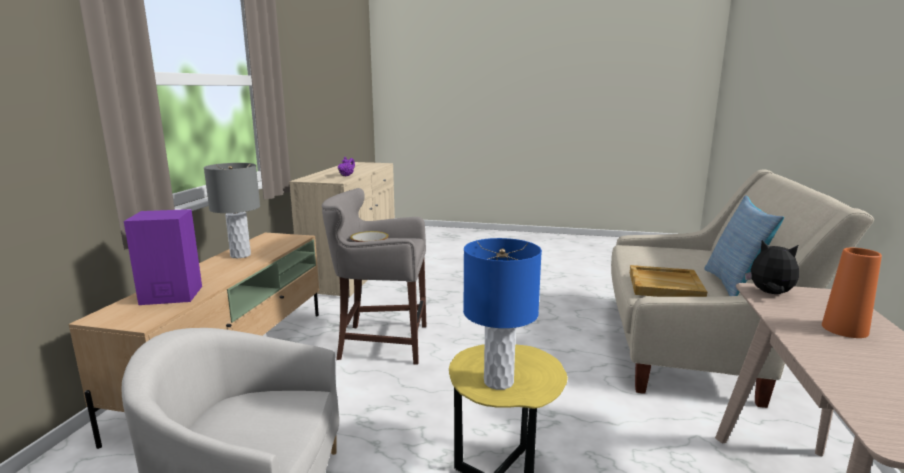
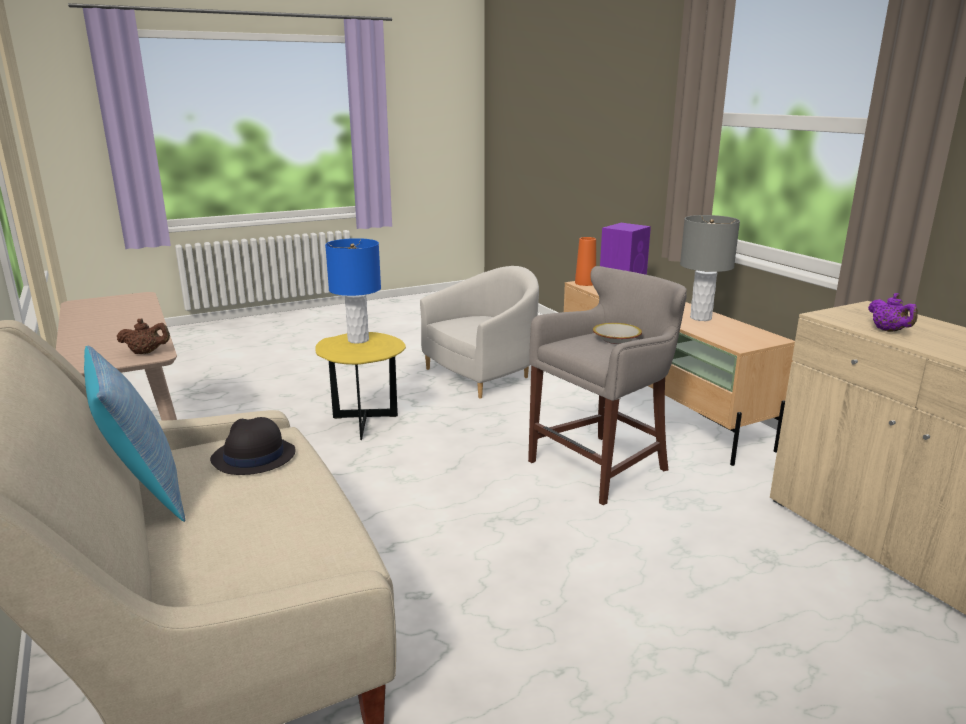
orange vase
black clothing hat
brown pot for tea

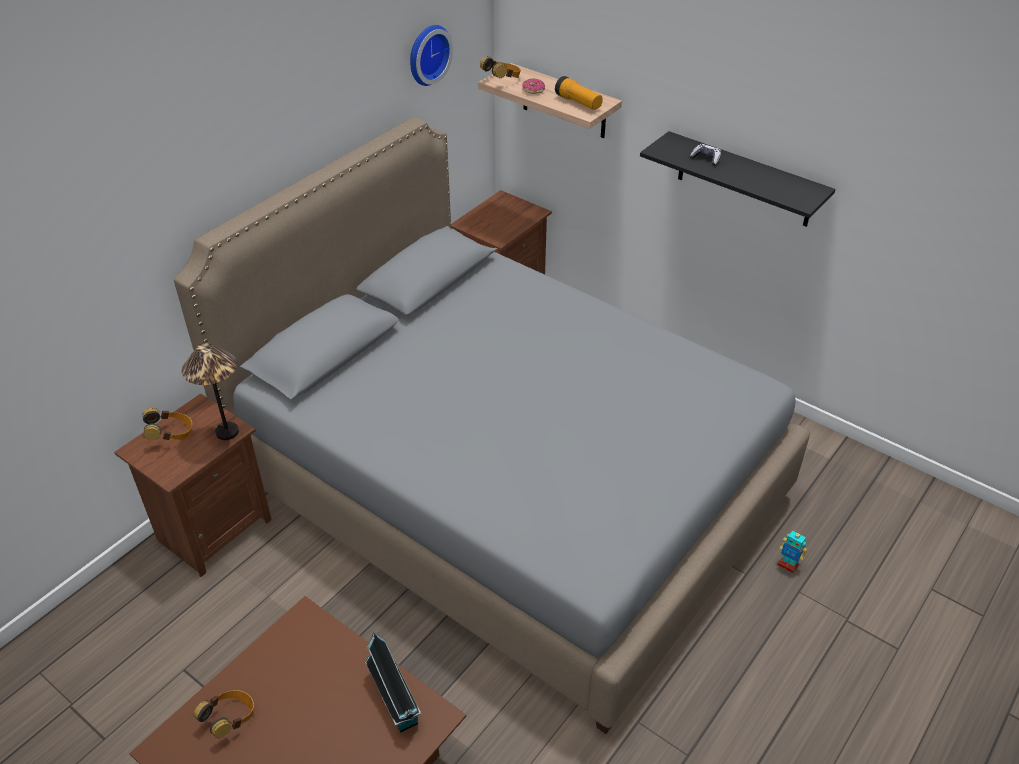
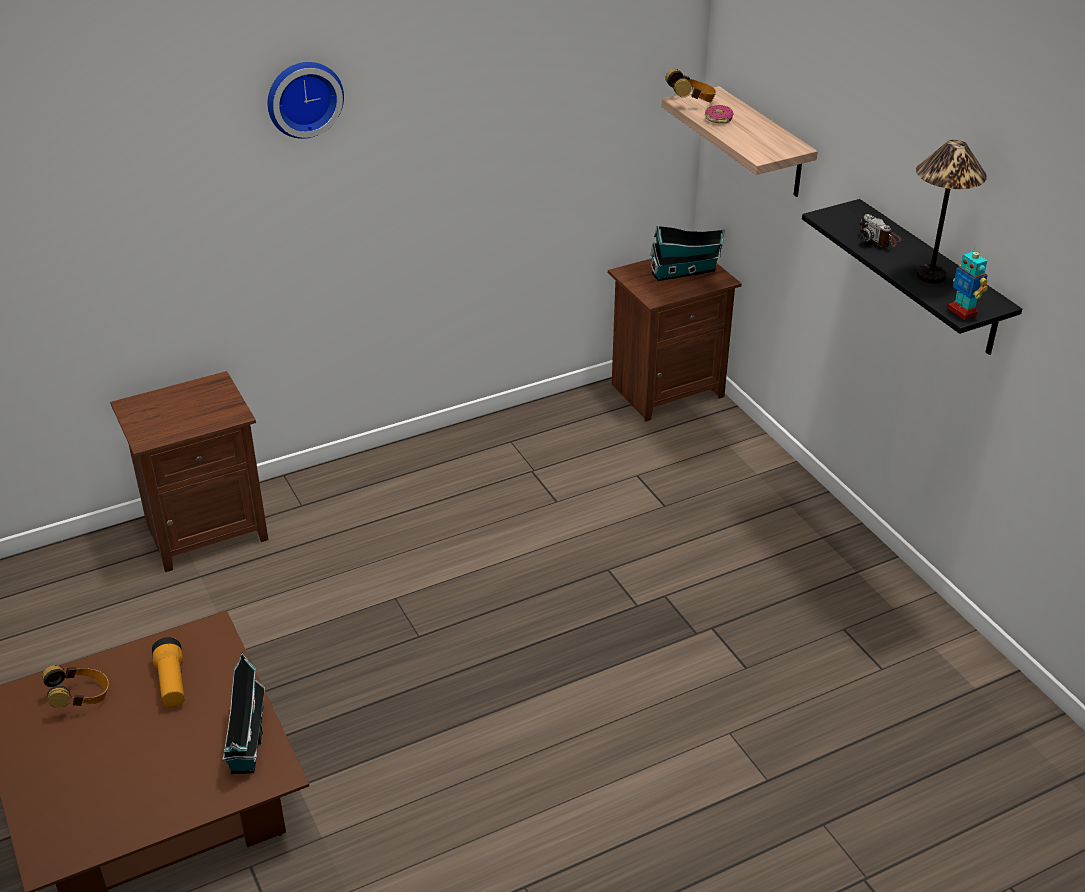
headset (1st from left in the first image)
gray bed
toy house (2nd from left)
lamp for a table
wall clock
hand torch
robot figure
photo camera

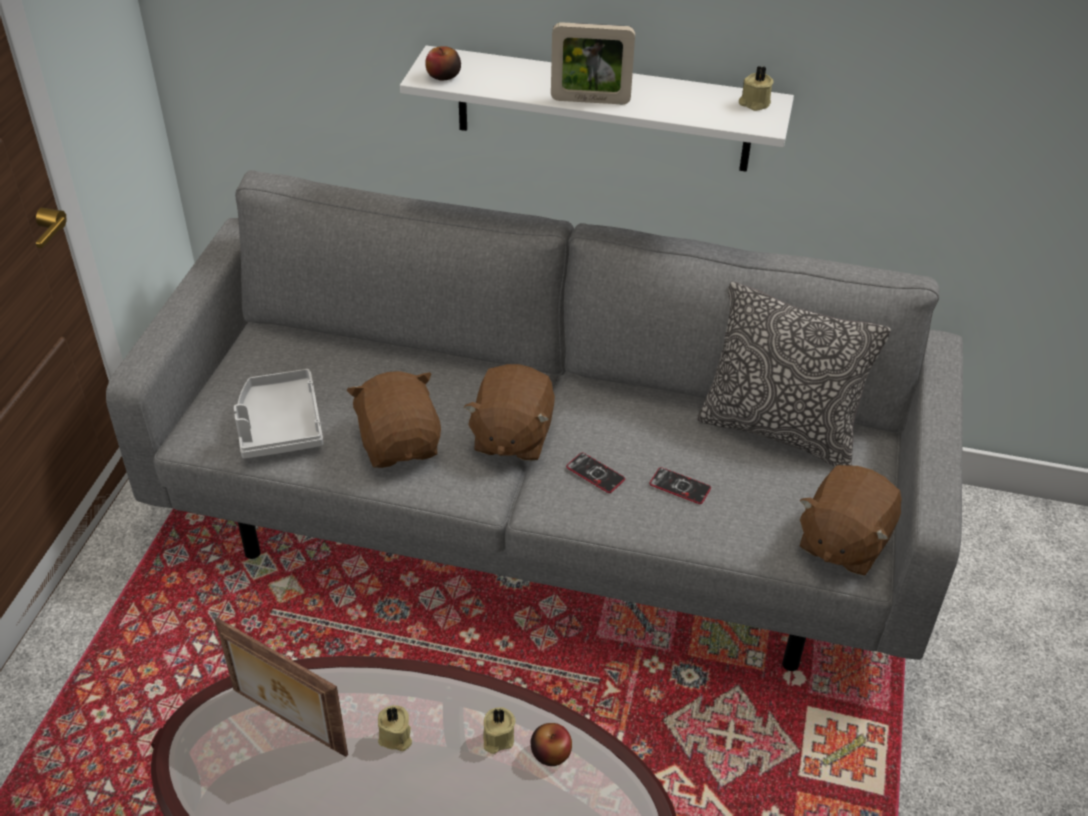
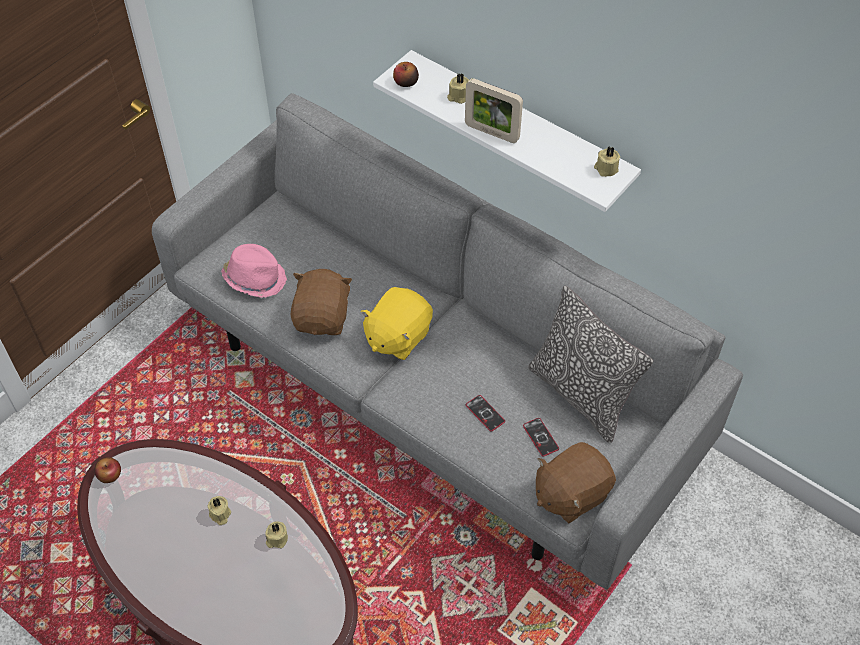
standing frame (1st from left in the first image)
beige candle (3rd from left)
apple fruit (1st from left)
telephone (2nd from left)
pink clothing hat
yellow-coloured soft toy

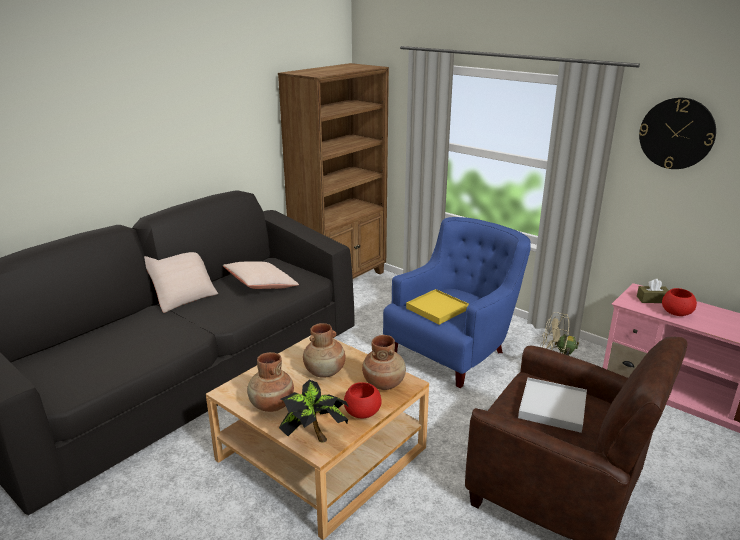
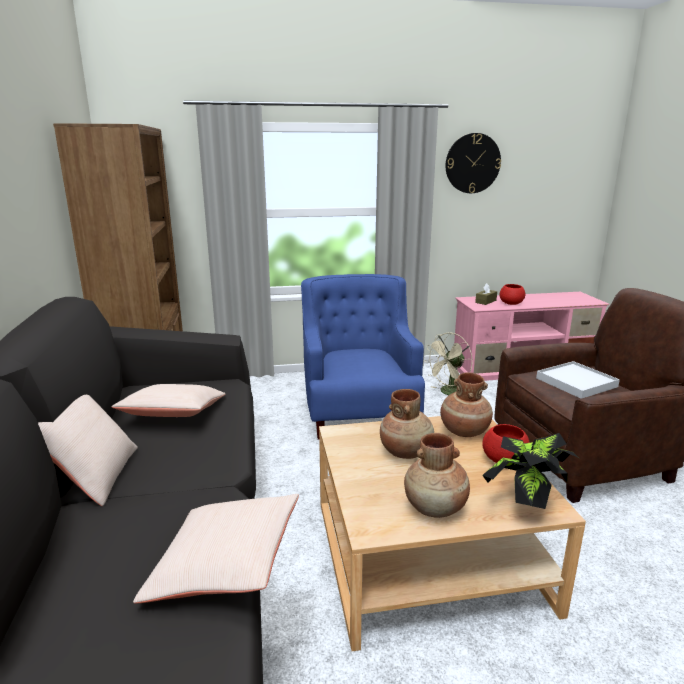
yellow-coloured serving tray
beige throw pillow (3rd from left)

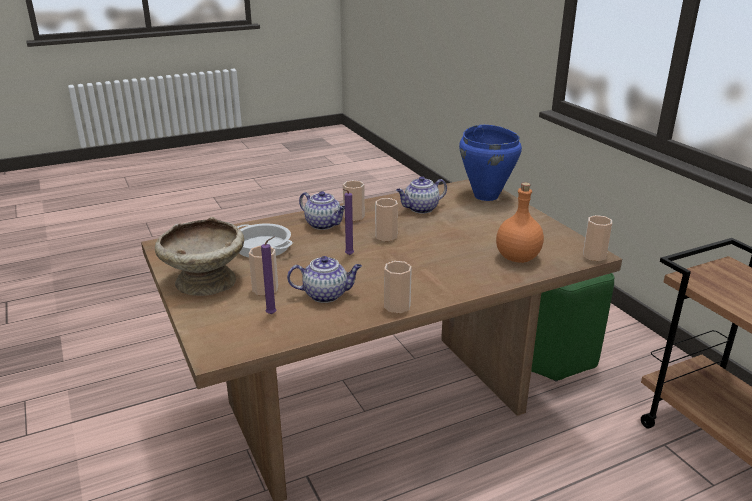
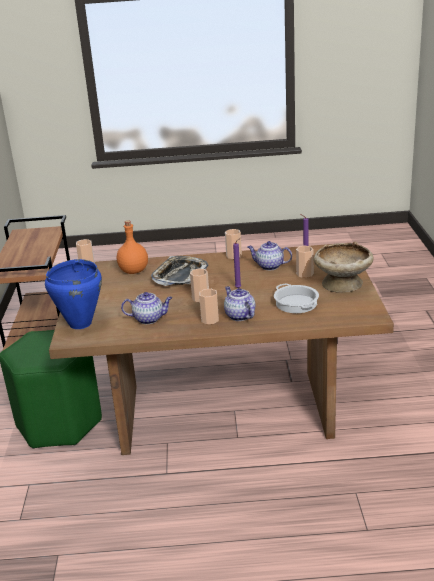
serving tray

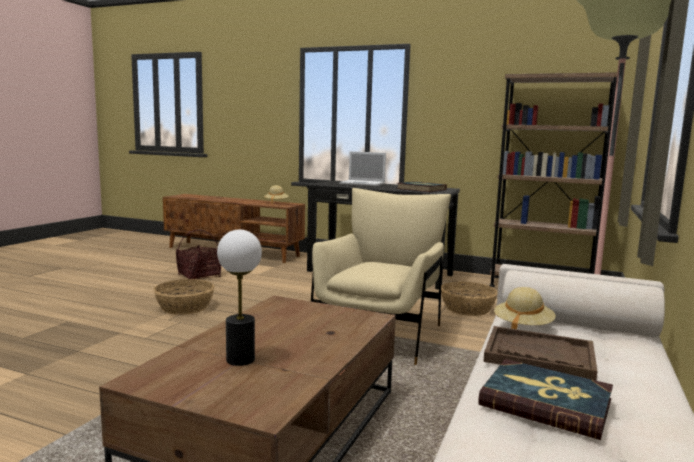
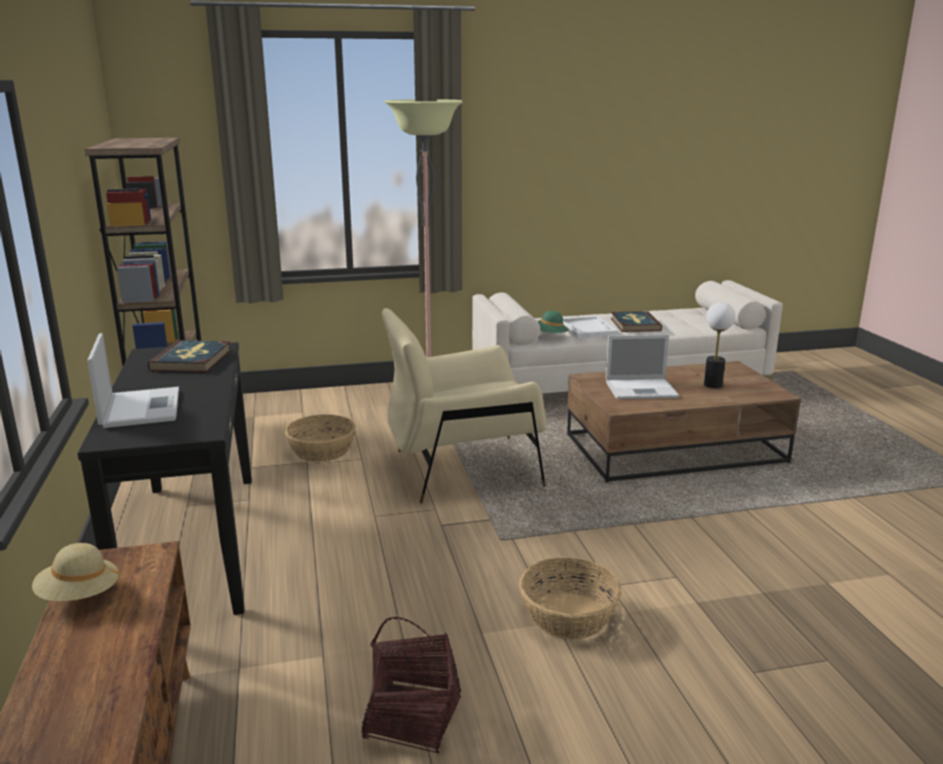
laptop (2nd from left)
white serving tray
greenish clothing hat

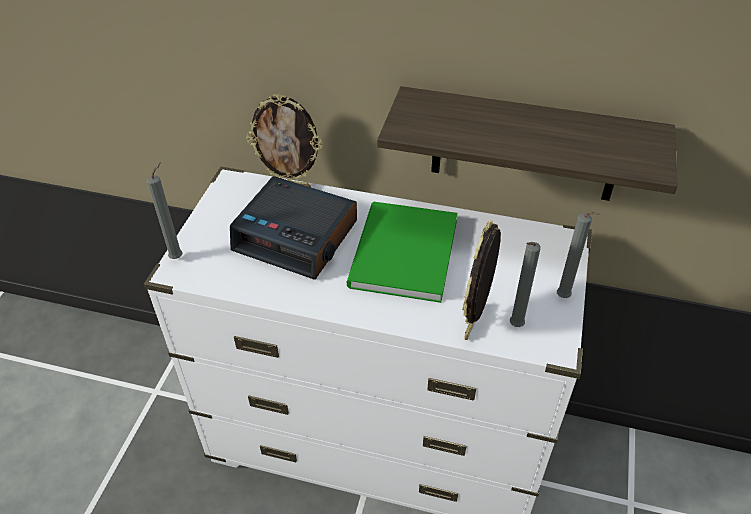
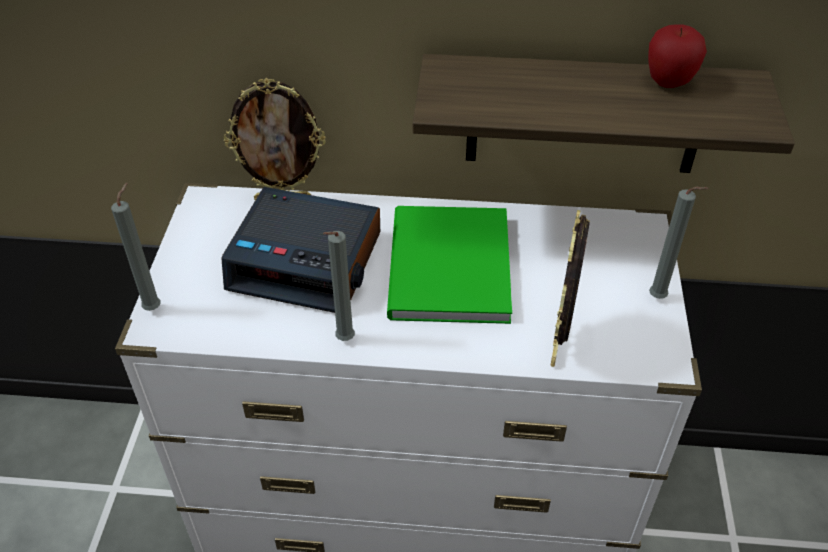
apple fruit
gray candle (2nd from left)

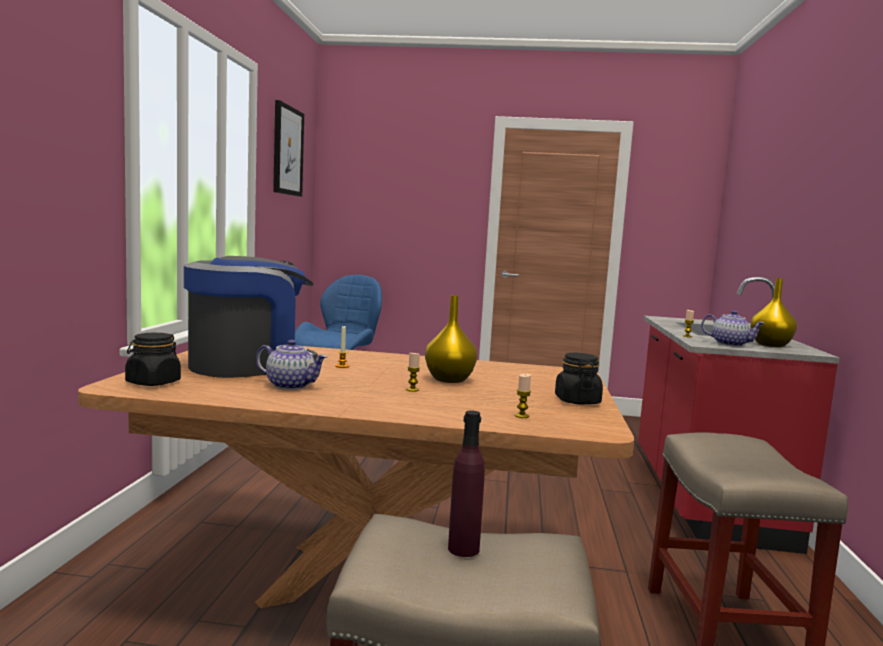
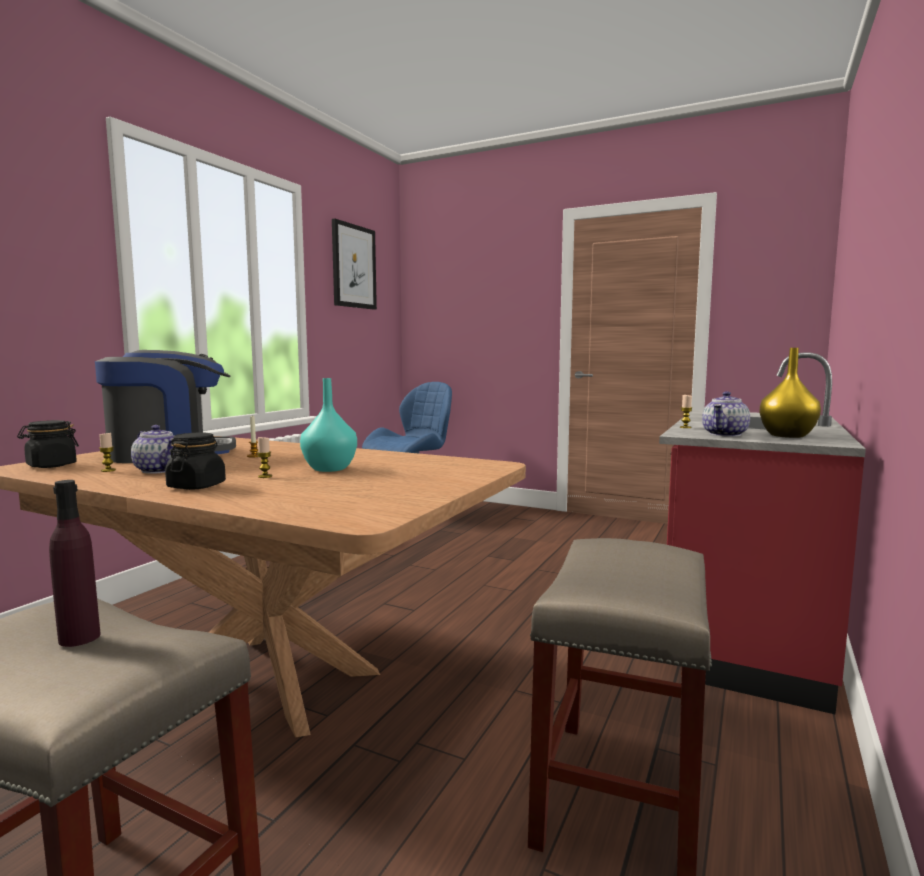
candle (1st from left)
black preserve jar (2nd from left)
turquoise vase
pot for tea (2nd from left)

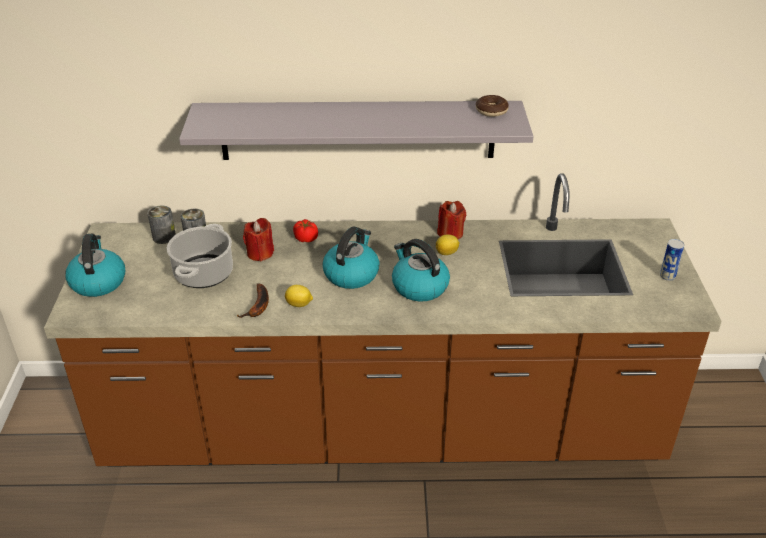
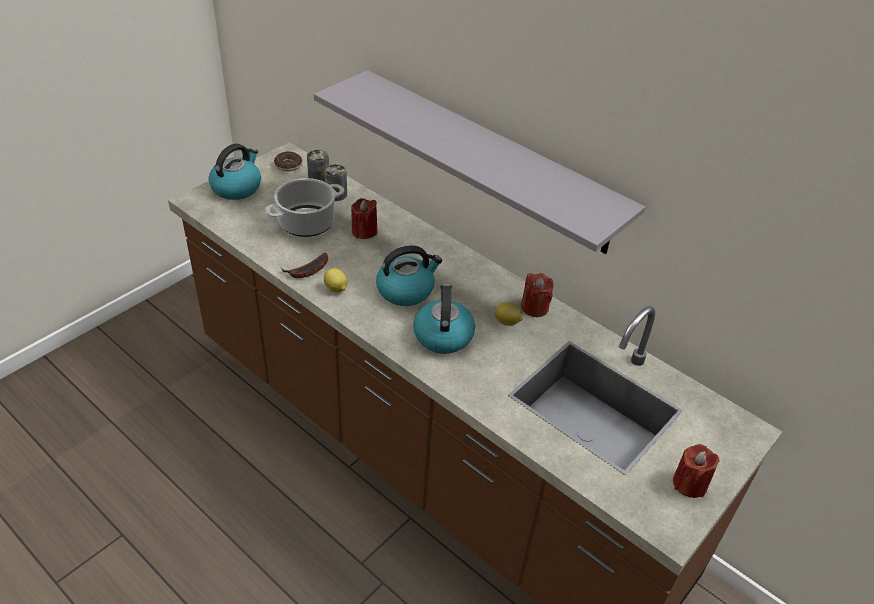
fresh tomato
ring doughnut
reddish candle (3rd from left)

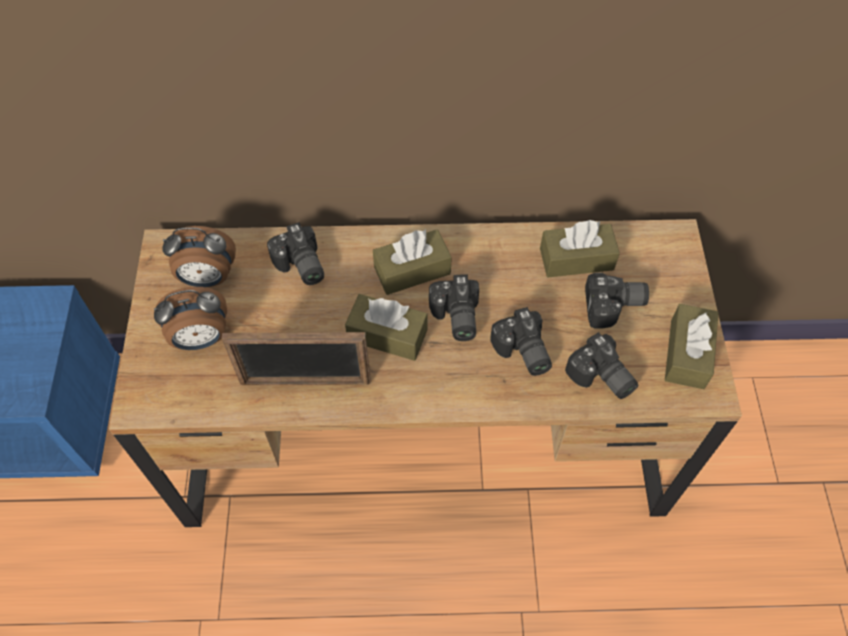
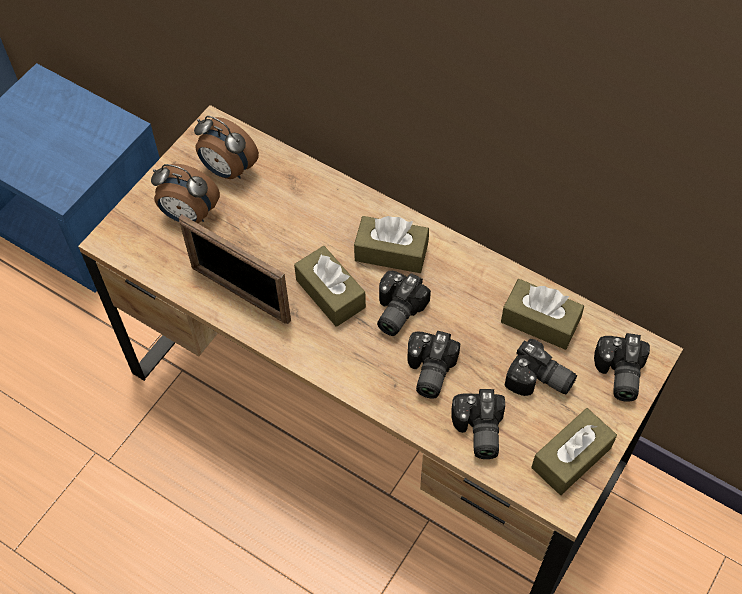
photo camera (5th from left)

